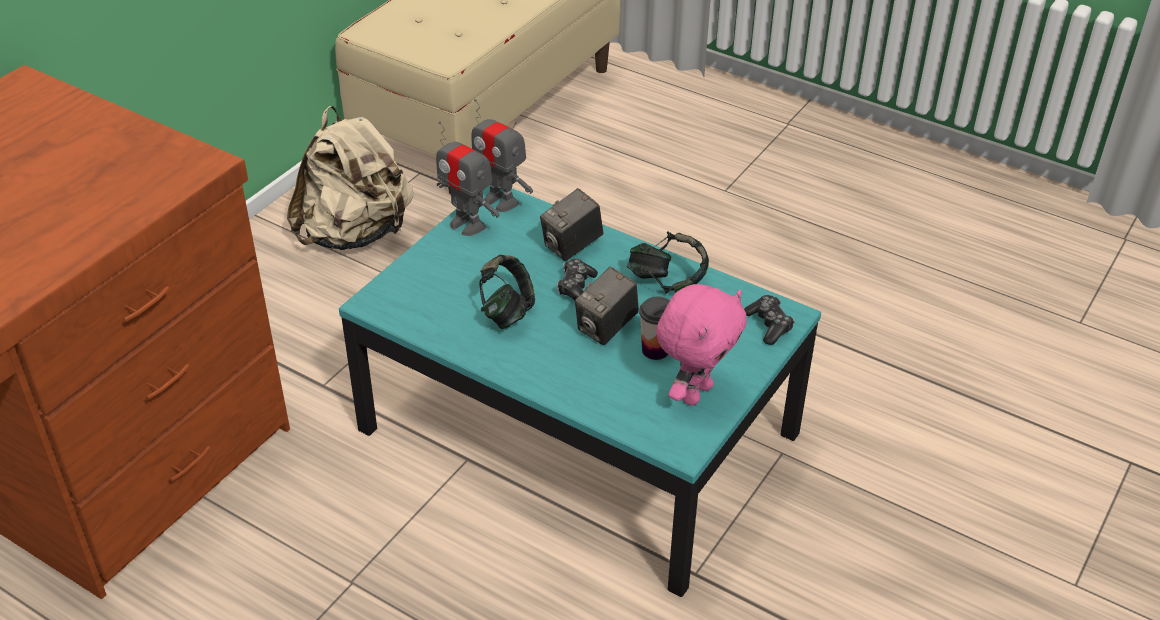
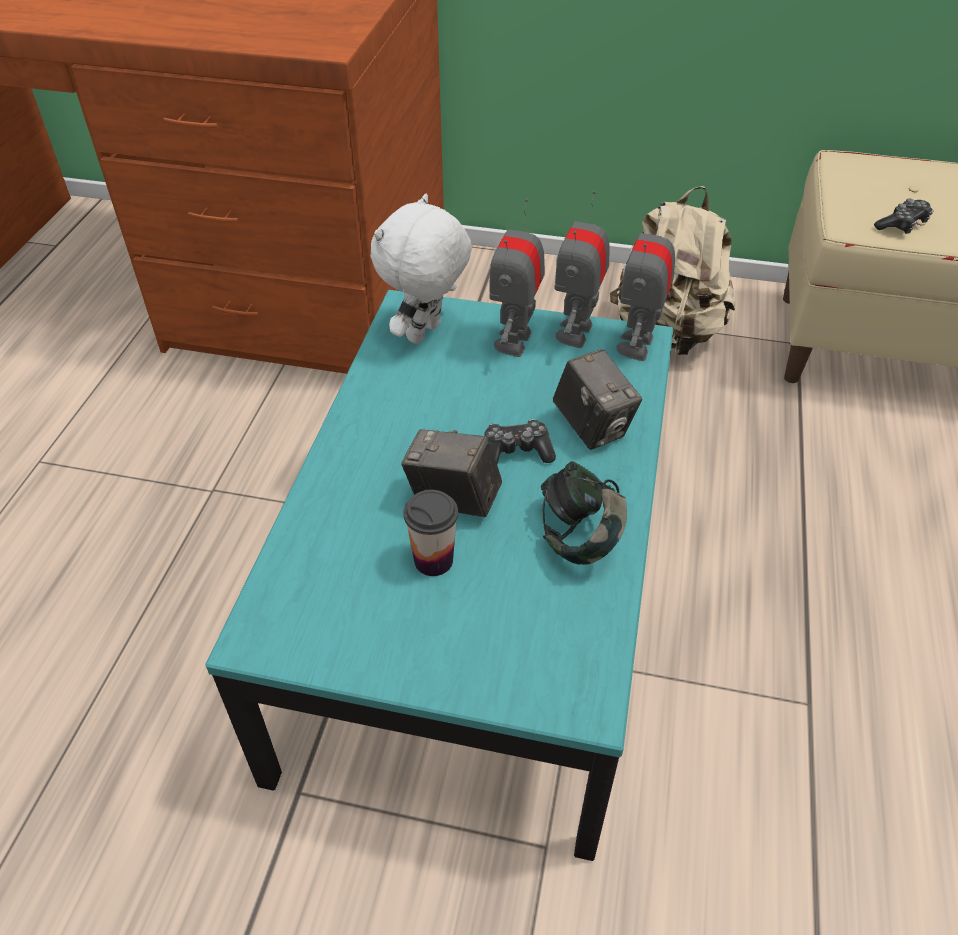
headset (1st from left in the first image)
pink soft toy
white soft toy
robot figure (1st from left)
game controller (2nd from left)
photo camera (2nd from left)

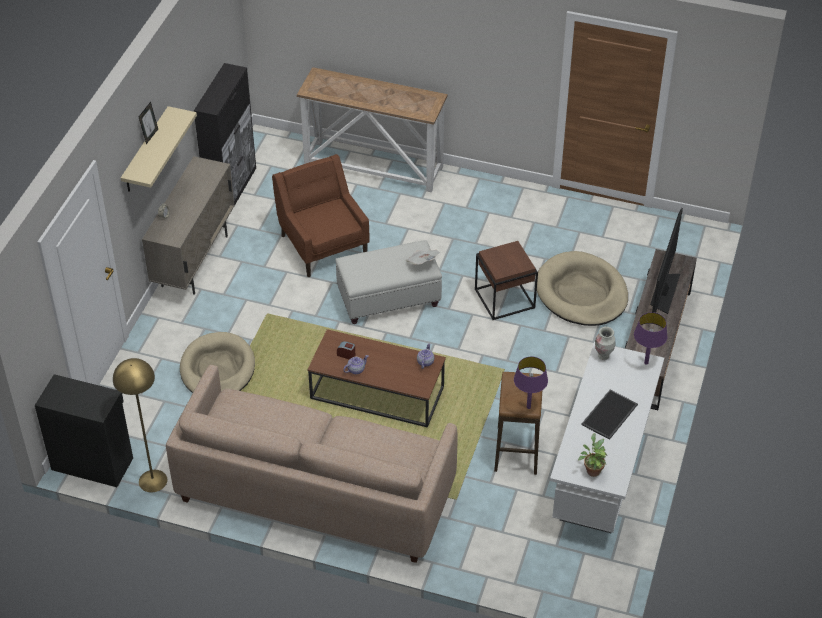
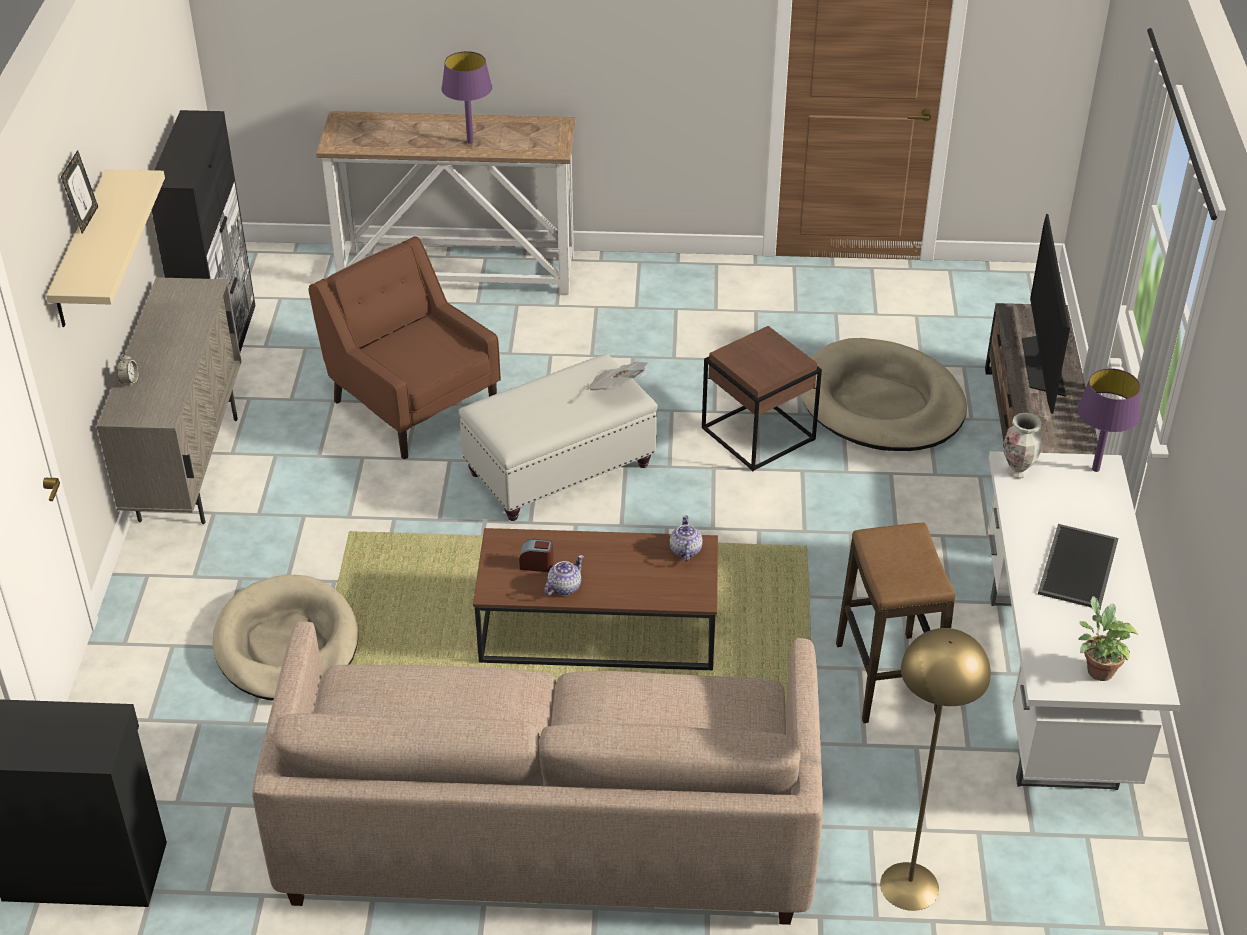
yellow-coloured standard lamp
purple-coloured lamp for a table (1st from left)

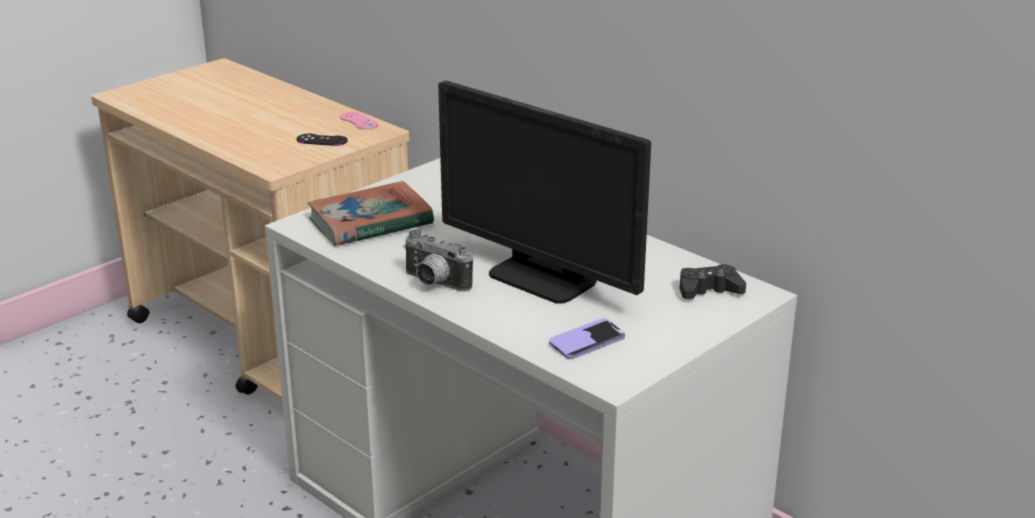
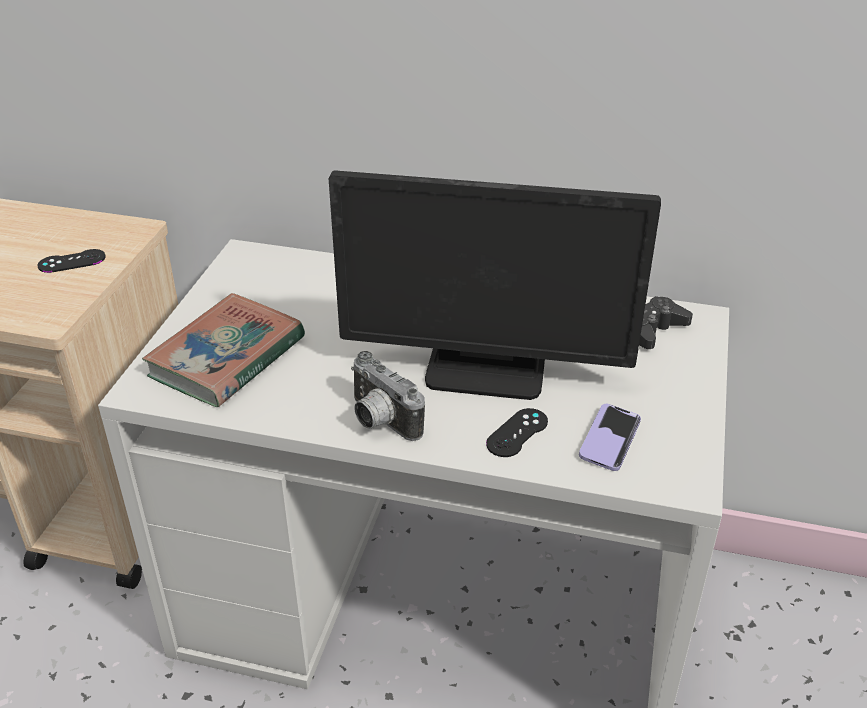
pink game controller
black game controller (2nd from left)
photo camera

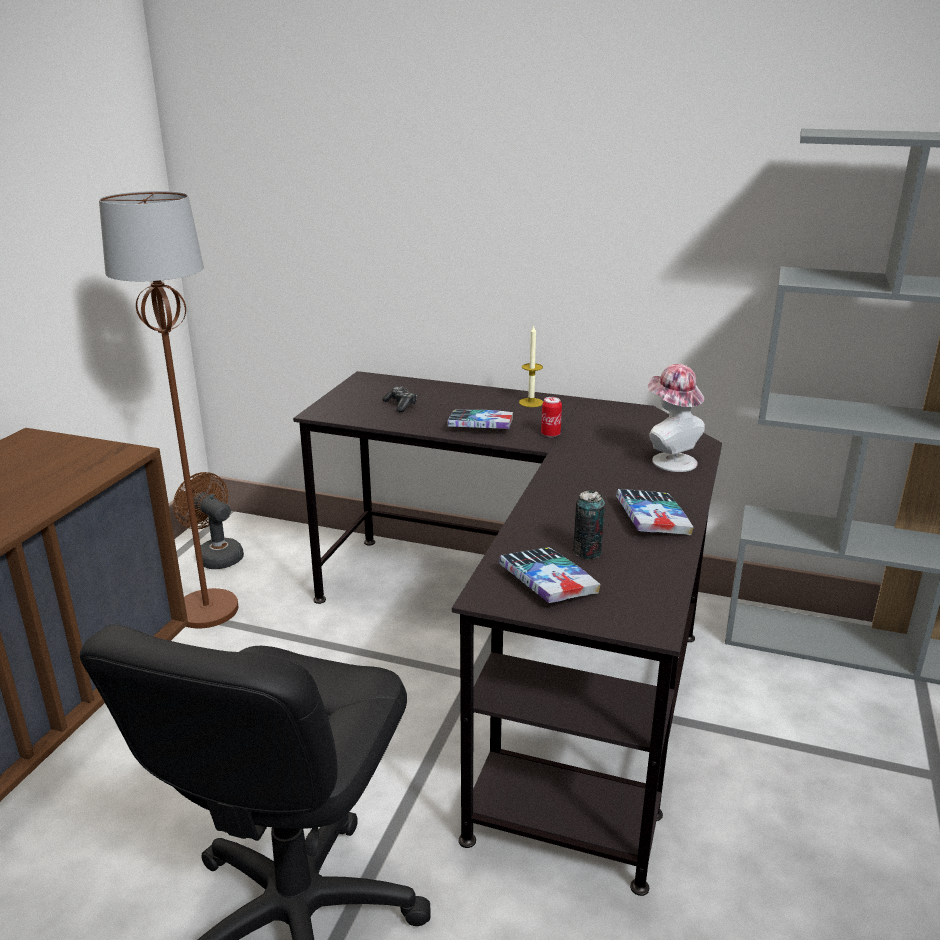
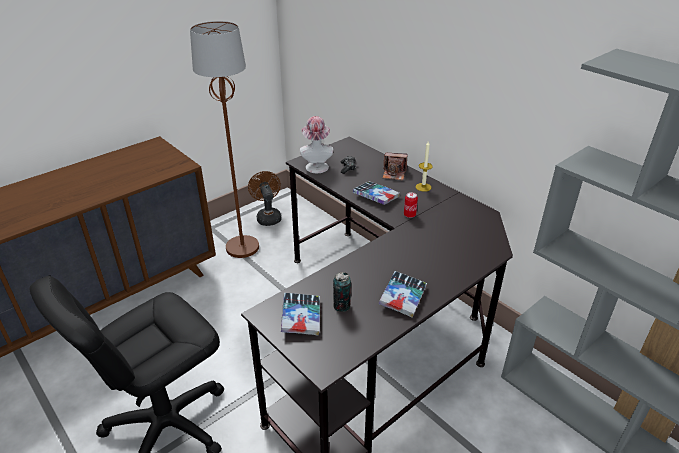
photo camera
clothing hat

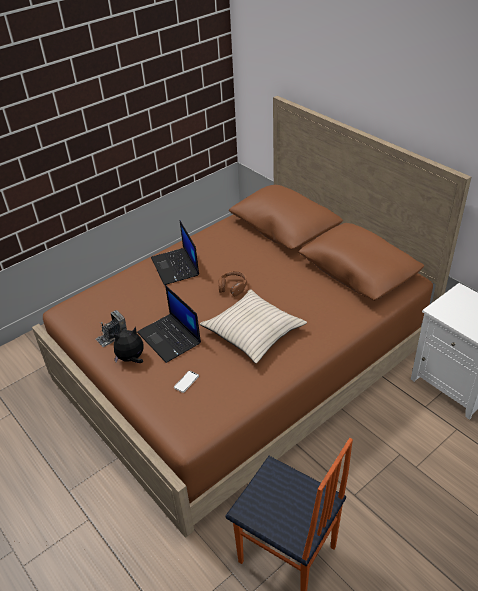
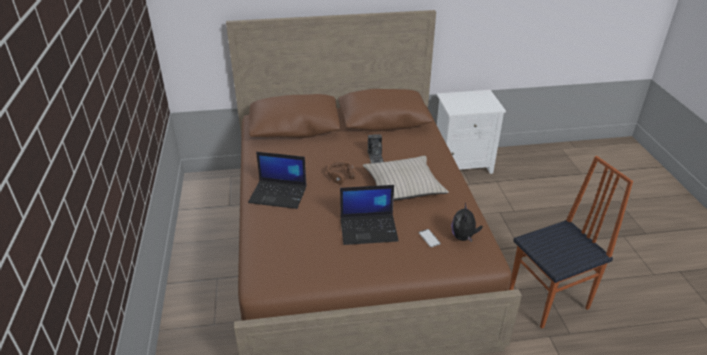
photo camera
soft toy

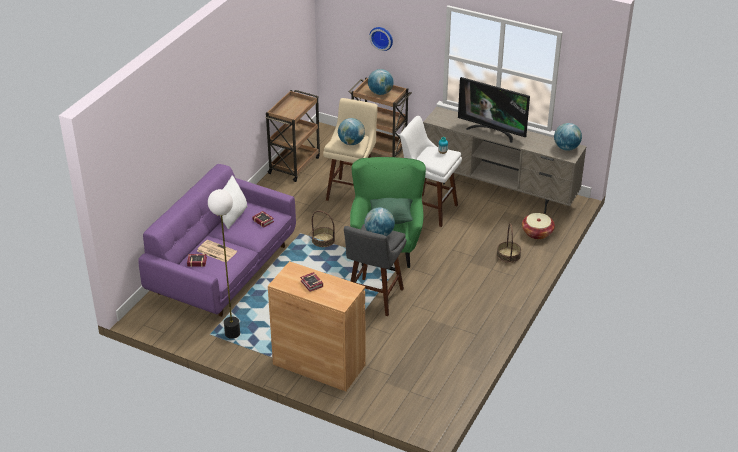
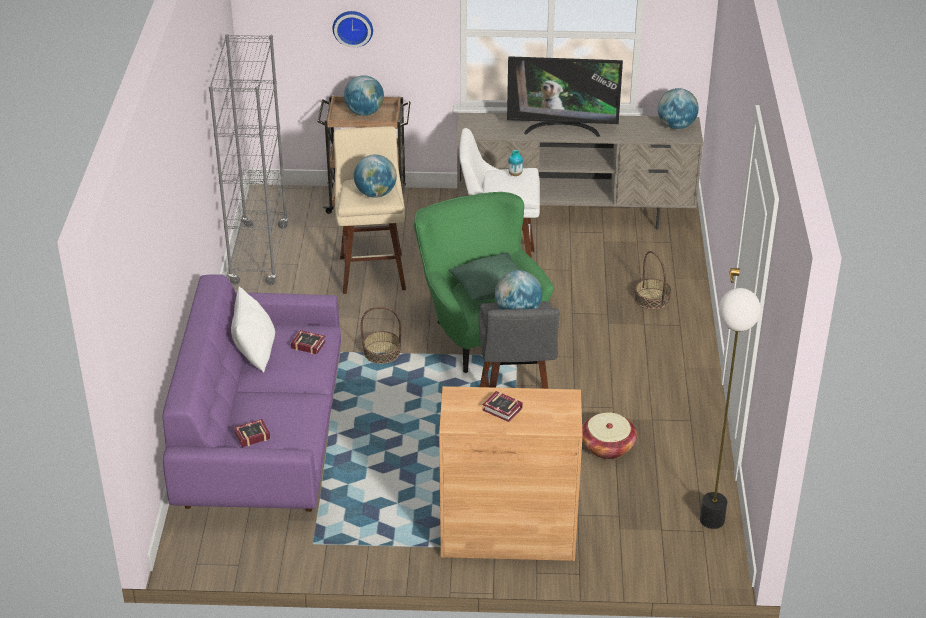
newspaper
standard lamp
basket (2nd from left)
gray bookcase

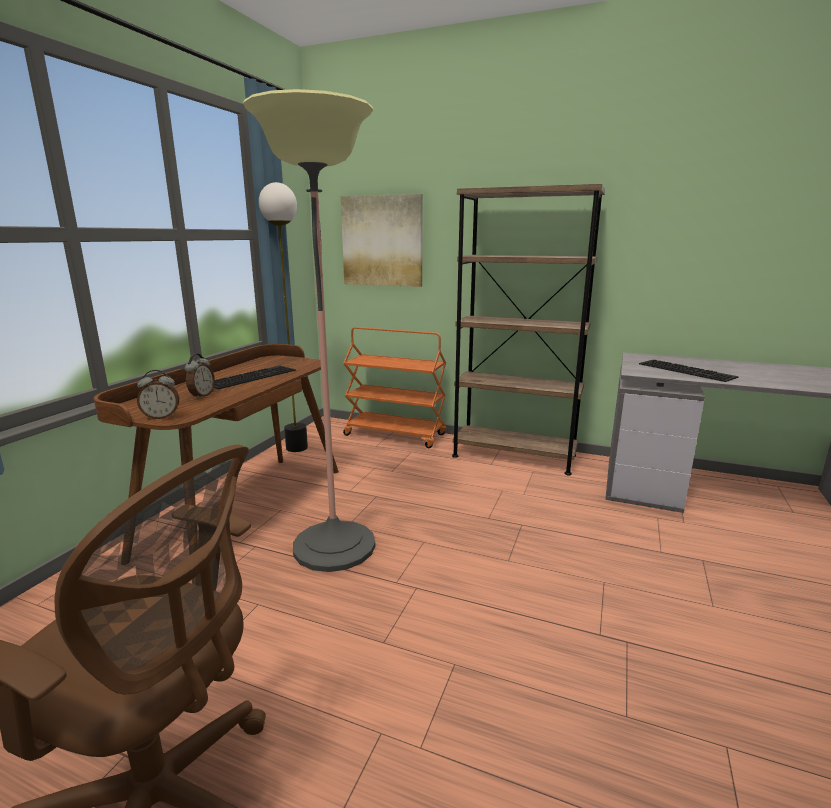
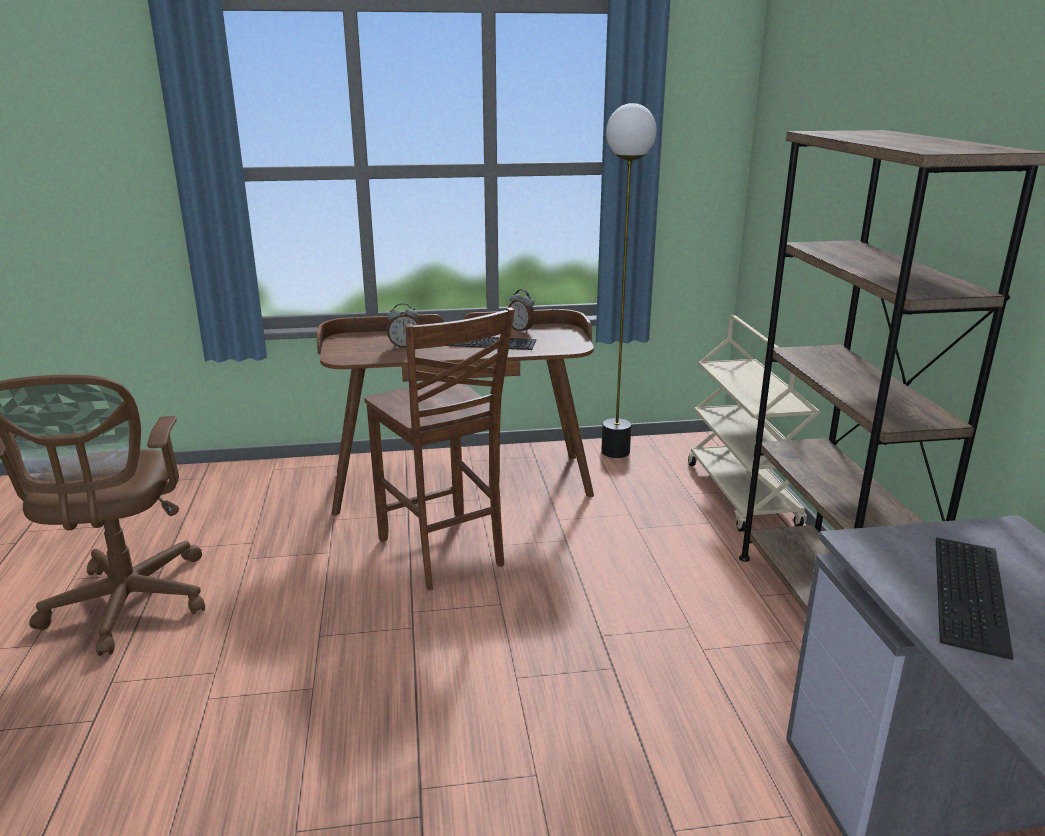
wall art
alarm clock (2nd from left)
brown plain chair
beige wheeled cart

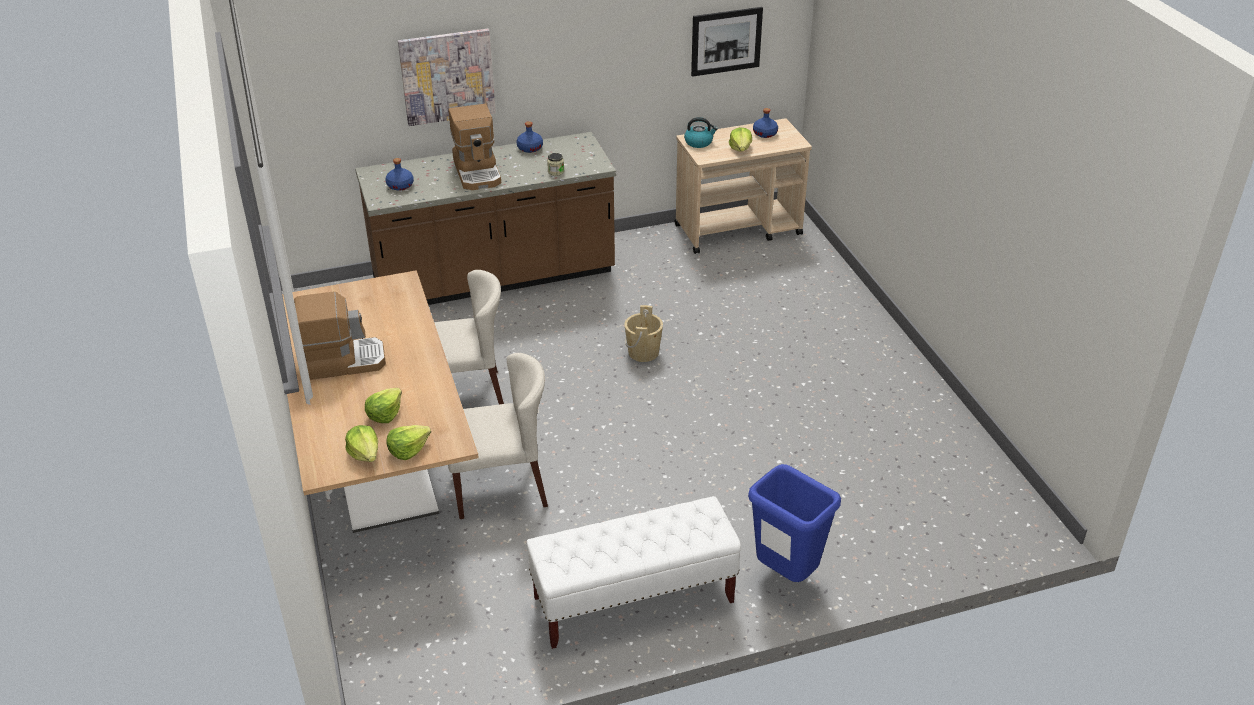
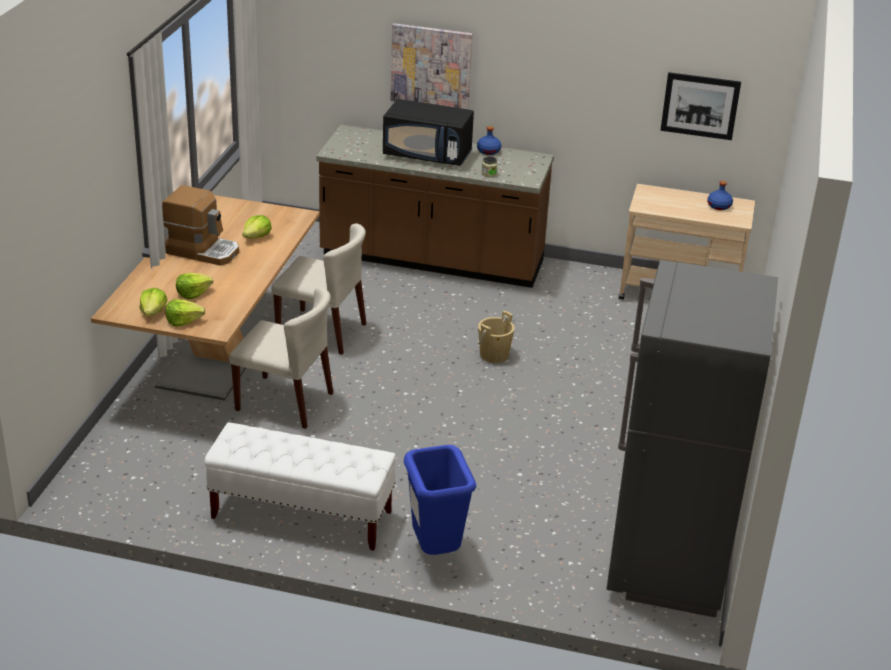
blue drink bottle (1st from left in the first image)
water kettle
gray refrigerator
lettuce head (4th from left)
black microwave

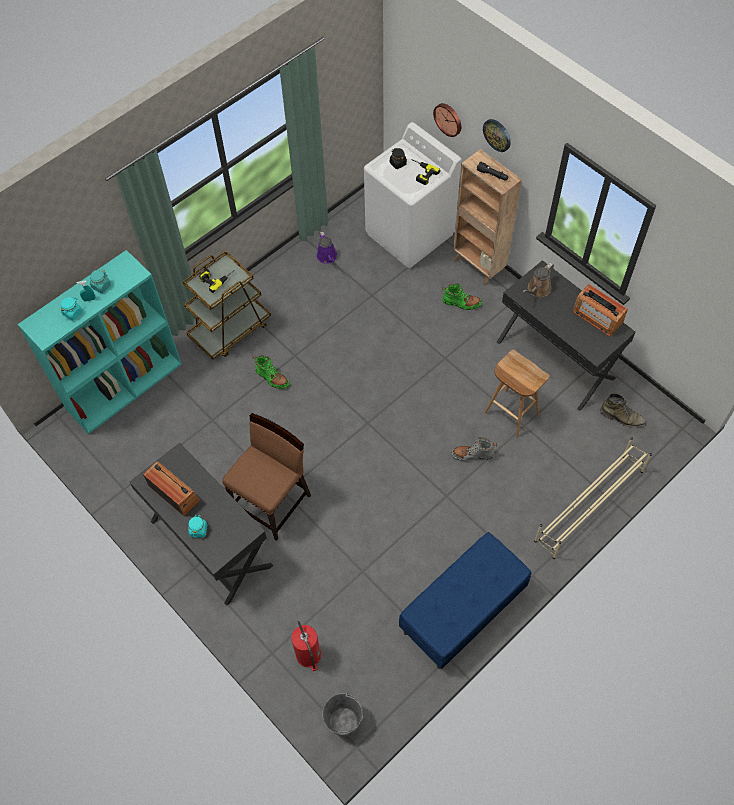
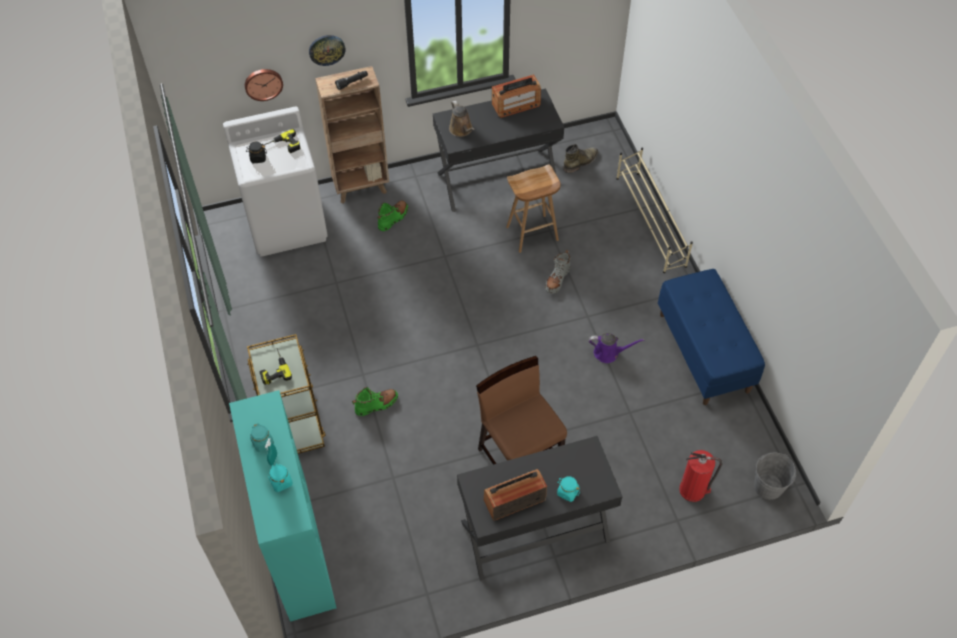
purple-coloured sprinkling can

